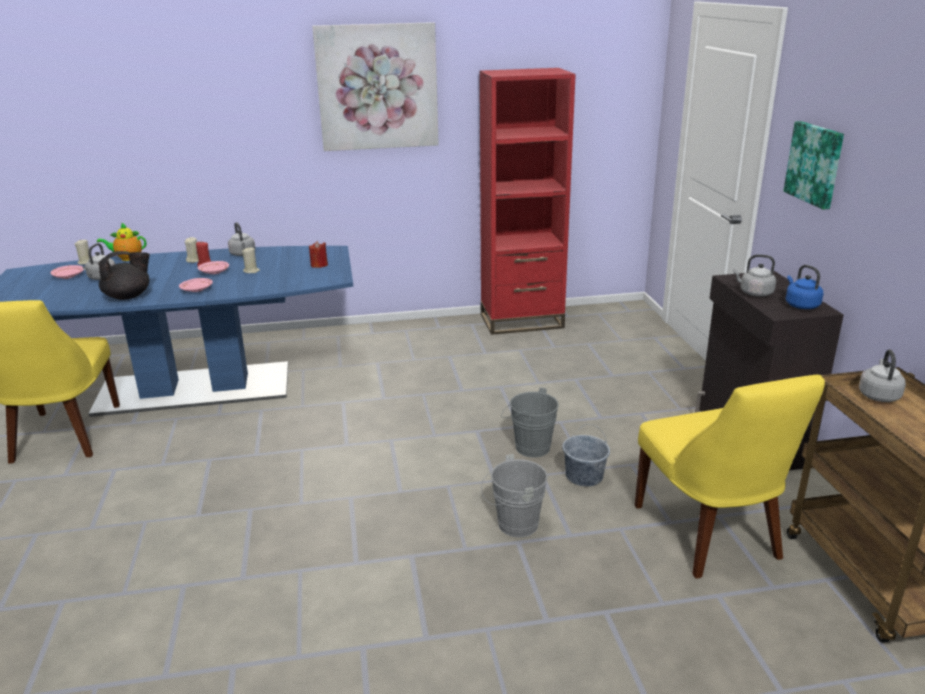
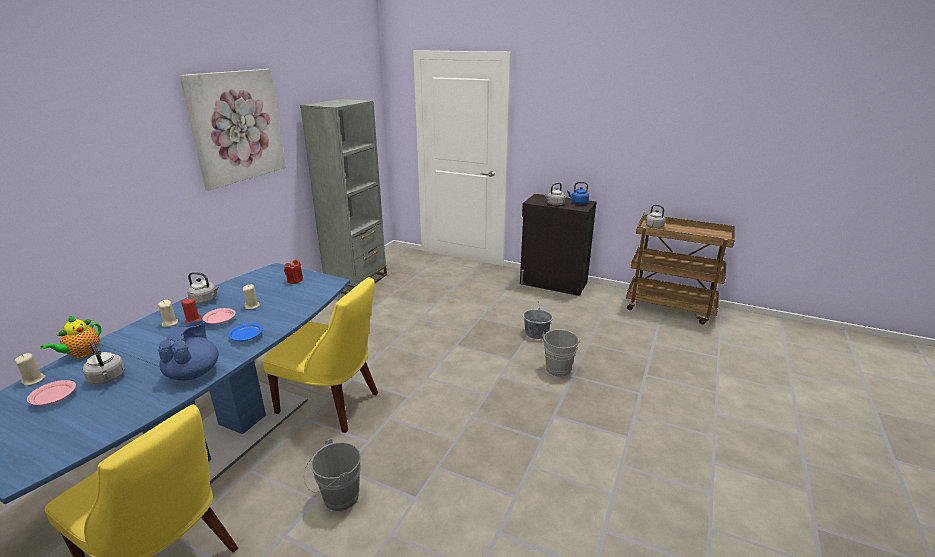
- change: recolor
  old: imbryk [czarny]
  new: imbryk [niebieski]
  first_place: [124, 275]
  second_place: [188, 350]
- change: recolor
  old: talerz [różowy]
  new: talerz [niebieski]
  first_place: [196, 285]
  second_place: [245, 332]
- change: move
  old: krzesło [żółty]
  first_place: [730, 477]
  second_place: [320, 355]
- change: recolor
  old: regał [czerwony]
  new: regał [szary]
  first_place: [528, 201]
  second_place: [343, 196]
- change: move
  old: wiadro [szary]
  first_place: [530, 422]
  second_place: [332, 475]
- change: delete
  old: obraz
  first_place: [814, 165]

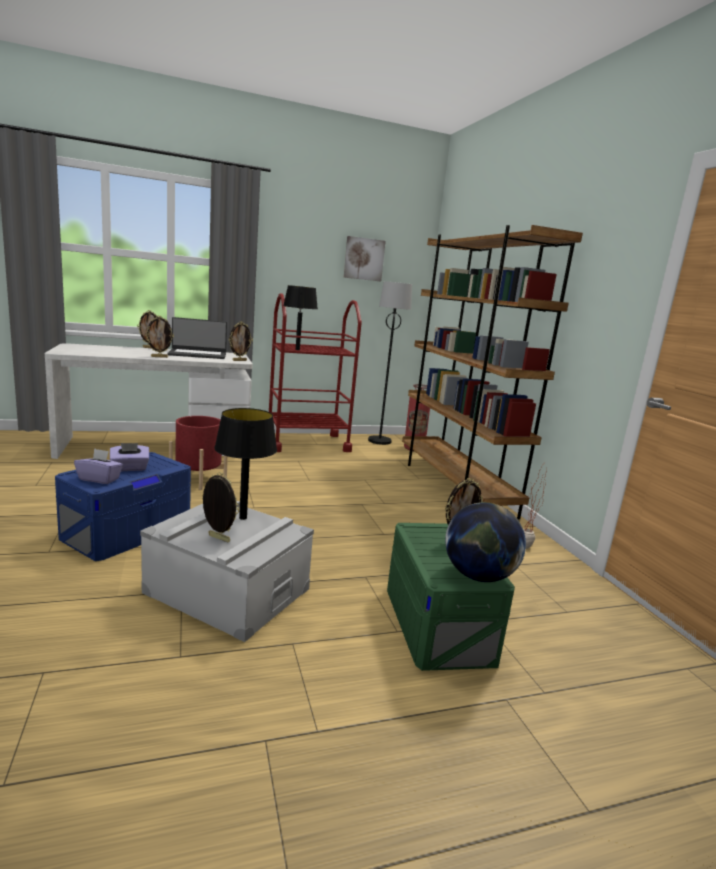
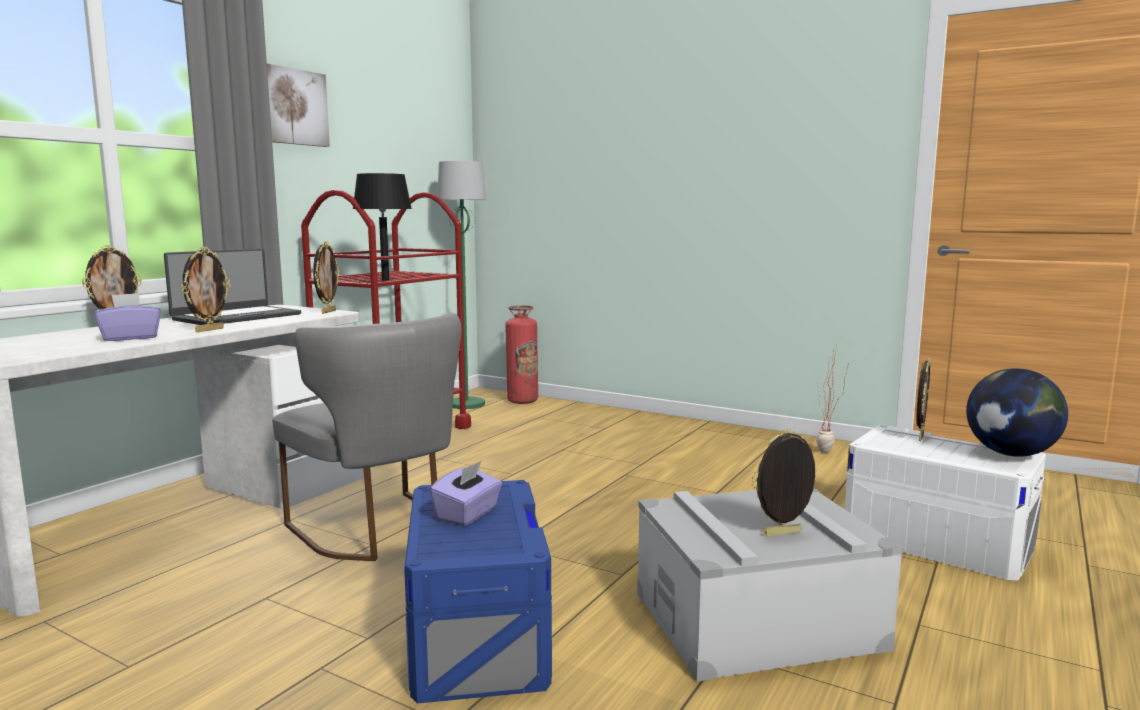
- change: move
  old: pudełko chusteczek [fioletowy]
  first_place: [98, 466]
  second_place: [127, 317]
- change: move
  old: obraz
  first_place: [365, 258]
  second_place: [298, 105]
- change: replace
  old: donica [czerwony]
  new: krzesło [szary]
  first_place: [198, 453]
  second_place: [366, 436]
- change: recolor
  old: lampa stojąca [czarny]
  new: lampa stojąca [zielony]
  first_place: [390, 363]
  second_place: [461, 285]
- change: recolor
  old: pojemnik do przechowywania [zielony]
  new: pojemnik do przechowywania [biały]
  first_place: [451, 597]
  second_place: [945, 503]
- change: delete
  old: lampa stołowa [czarny]
  first_place: [245, 464]
- change: delete
  old: regał [brązowy]
  first_place: [492, 372]

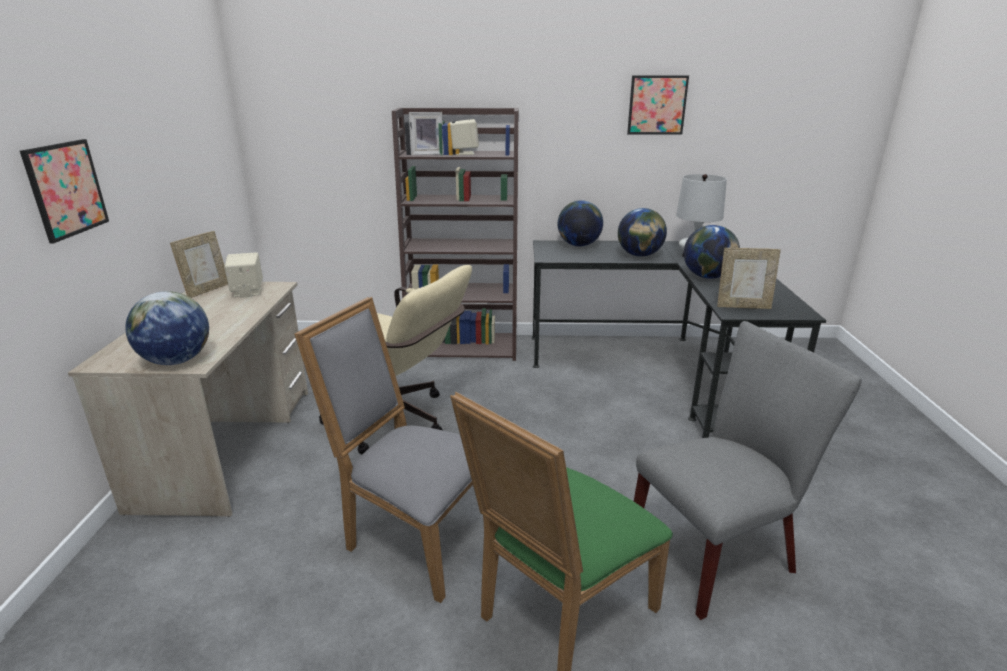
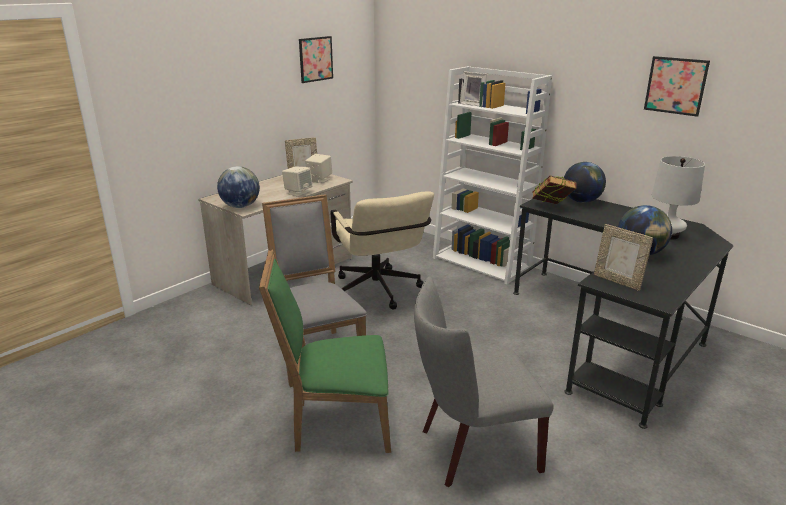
- change: move
  old: głośnik [beżowy]
  first_place: [464, 137]
  second_place: [297, 181]
- change: move
  old: obraz
  first_place: [64, 191]
  second_place: [316, 59]
- change: rotate
  old: krzesło [szary]
  first_place: [748, 470]
  second_place: [484, 382]
  degrees: 150
- change: recolor
  old: regał [brązowy]
  new: regał [biały]
  first_place: [455, 234]
  second_place: [492, 175]
- change: insert
  new: książka
  second_place: [554, 190]
- change: delete
  old: globus
  first_place: [642, 232]

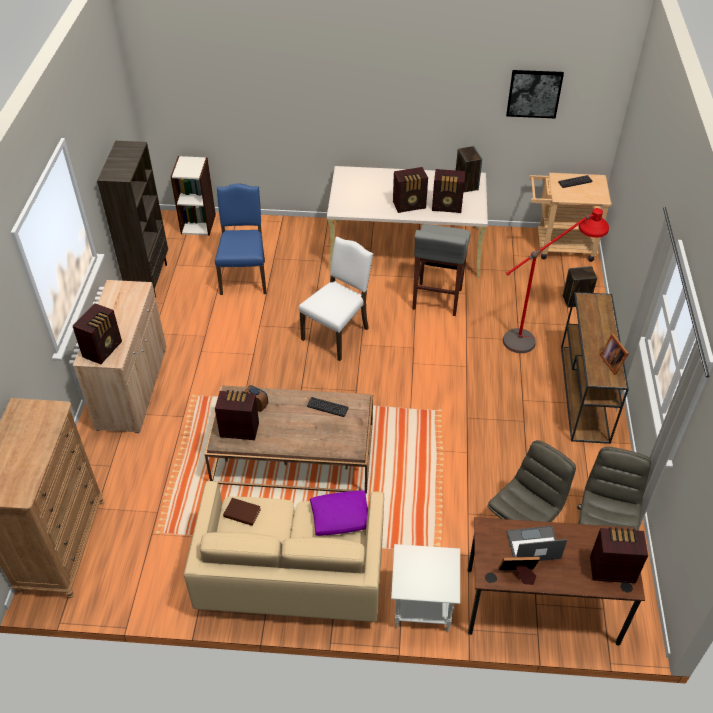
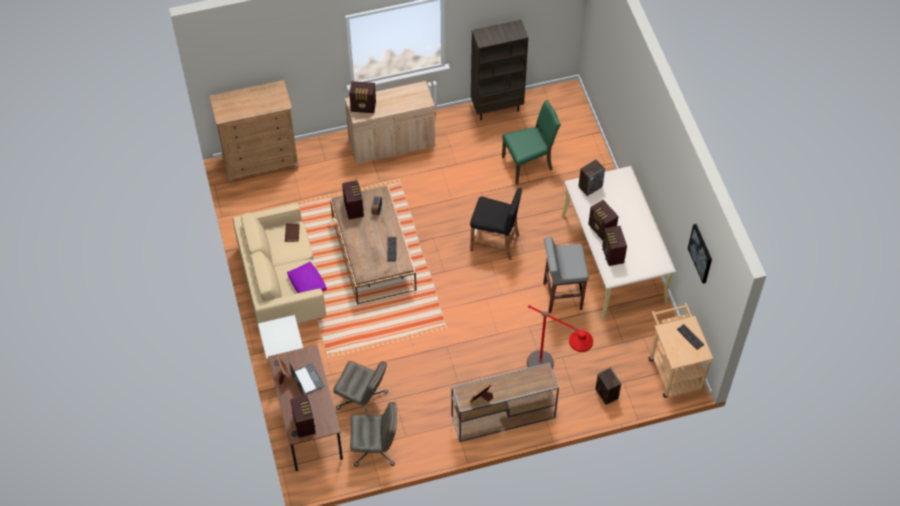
- change: replace
  old: krzesło [biały]
  new: stołek [czarny]
  first_place: [336, 299]
  second_place: [496, 224]
- change: recolor
  old: krzesło [niebieski]
  new: krzesło [zielony]
  first_place: [241, 239]
  second_place: [531, 142]
- change: move
  old: głośnik
  first_place: [469, 169]
  second_place: [591, 177]
- change: delete
  old: regał
  first_place: [193, 196]

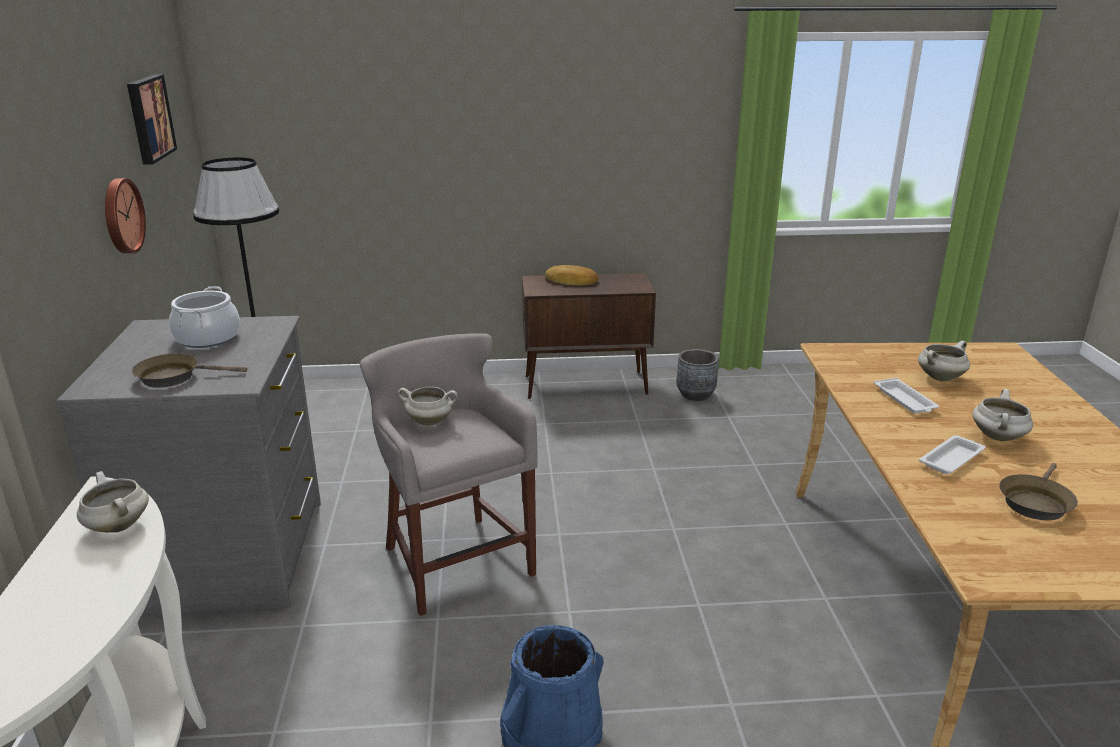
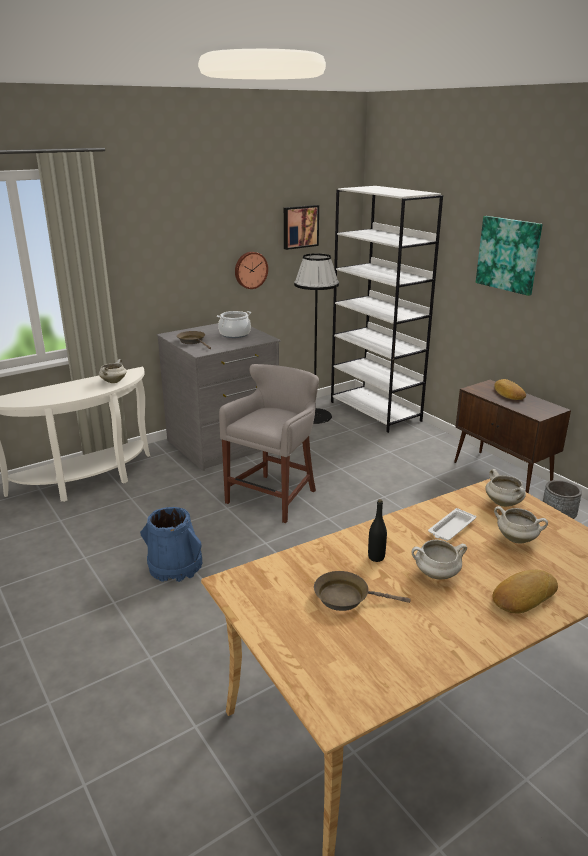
- change: insert
  new: regał [biały]
  second_place: [387, 309]
- change: replace
  old: taca [biały]
  new: butelka [czarny]
  first_place: [952, 454]
  second_place: [377, 530]
- change: insert
  new: obraz
  second_place: [509, 256]
- change: move
  old: garnek [biały]
  first_place: [428, 406]
  second_place: [505, 488]
- change: insert
  new: chleb
  second_place: [525, 592]

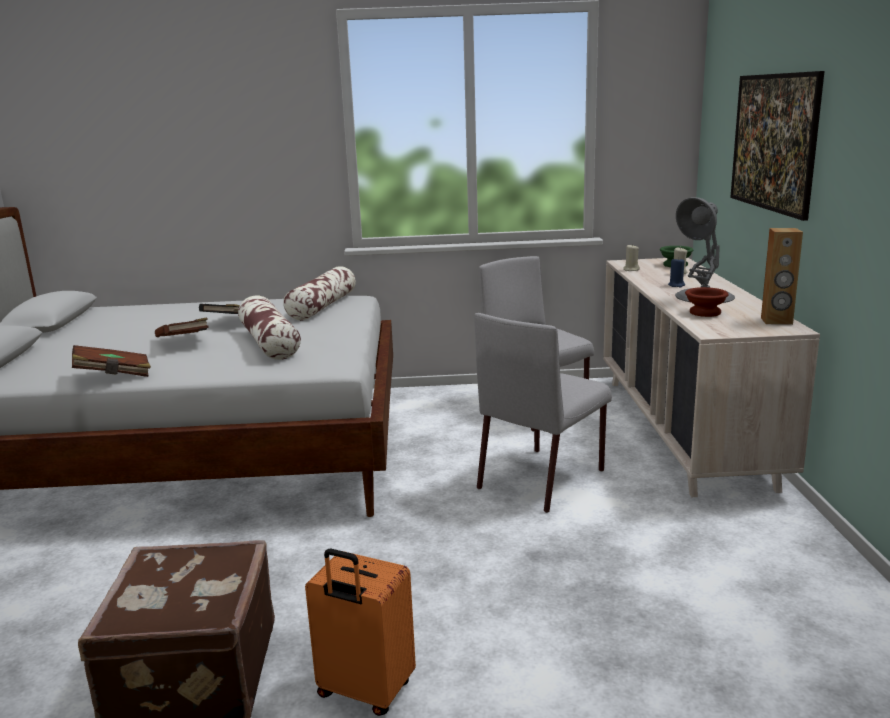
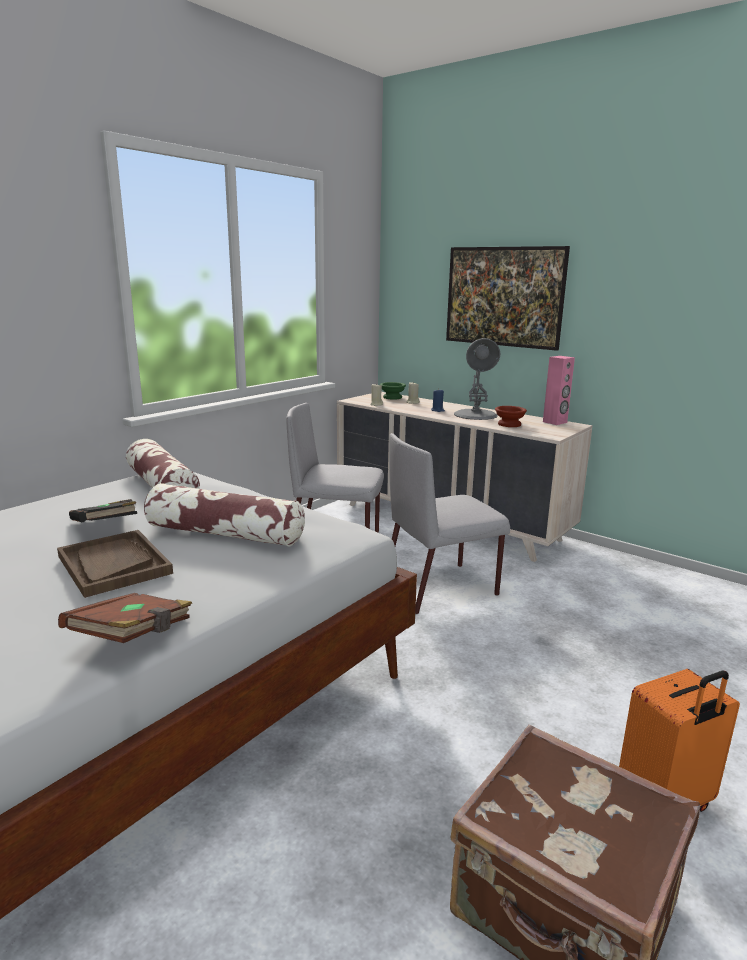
- change: replace
  old: książka [brązowy]
  new: taca [brązowy]
  first_place: [182, 327]
  second_place: [115, 564]
- change: rotate
  old: krzesło [szary]
  first_place: [543, 413]
  second_place: [449, 523]
  degrees: 75
- change: recolor
  old: głośnik [brązowy]
  new: głośnik [różowy]
  first_place: [782, 276]
  second_place: [559, 390]

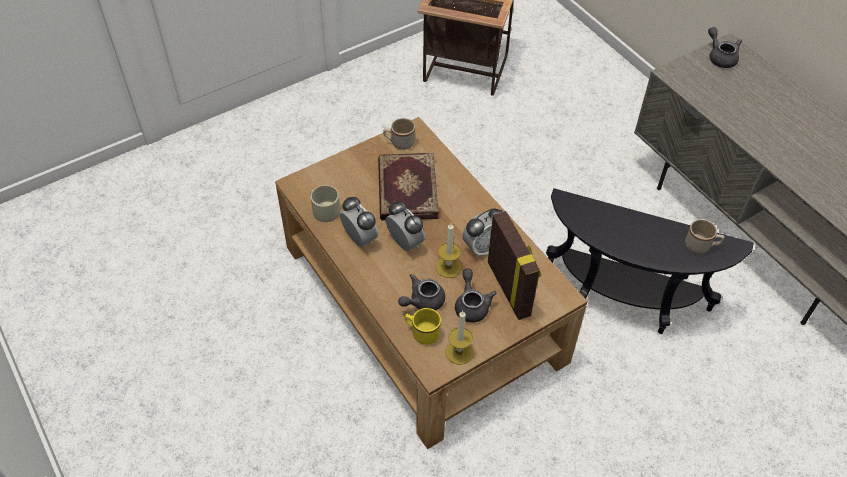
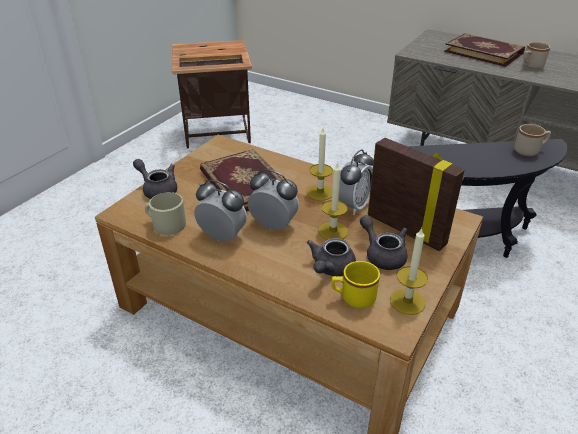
- change: move
  old: imbryk [szary]
  first_place: [725, 47]
  second_place: [155, 179]
- change: insert
  new: świeca
  second_place: [320, 164]
- change: insert
  new: książka
  second_place: [484, 50]
- change: move
  old: kubek [beżowy]
  first_place: [399, 134]
  second_place: [536, 55]

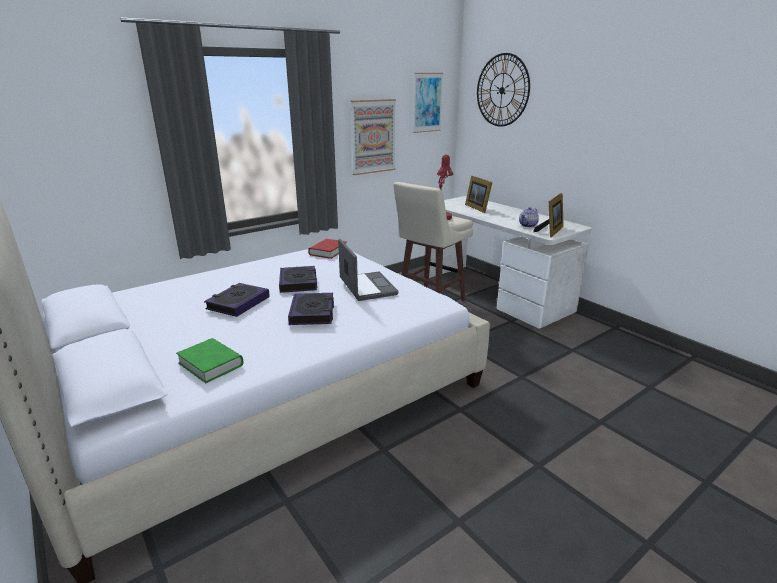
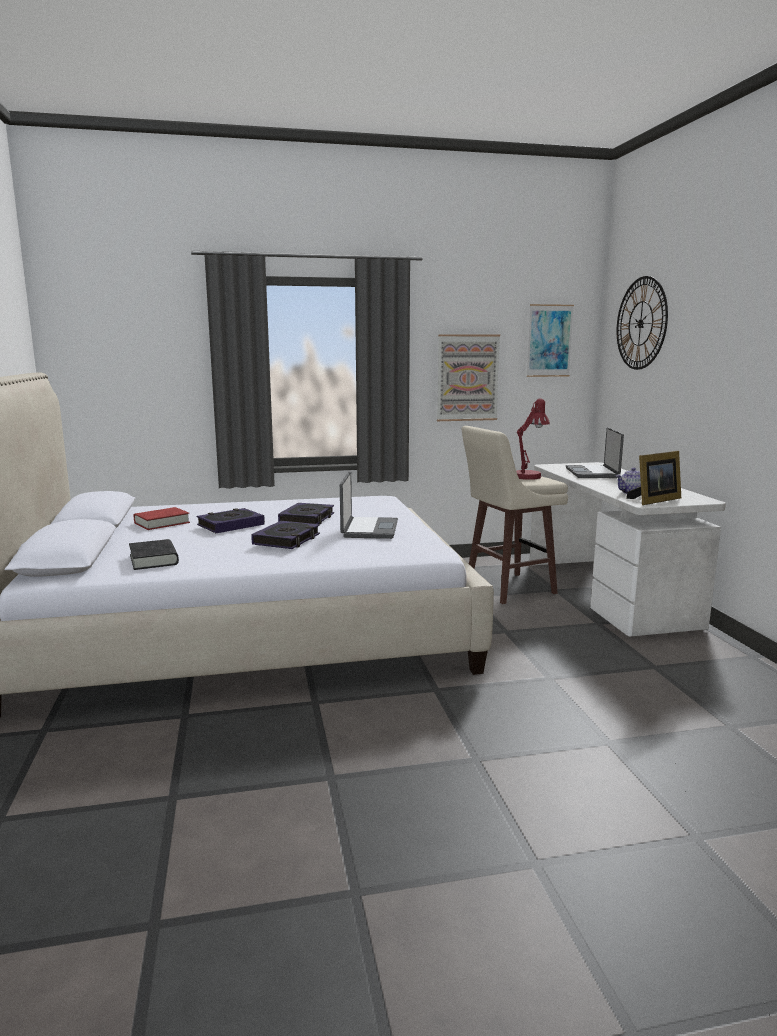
- change: recolor
  old: książka [zielony]
  new: książka [czarny]
  first_place: [209, 360]
  second_place: [154, 554]
- change: move
  old: książka [czerwony]
  first_place: [327, 249]
  second_place: [162, 518]
- change: replace
  old: ramka na zdjęcie
  new: laptop
  first_place: [478, 194]
  second_place: [595, 452]

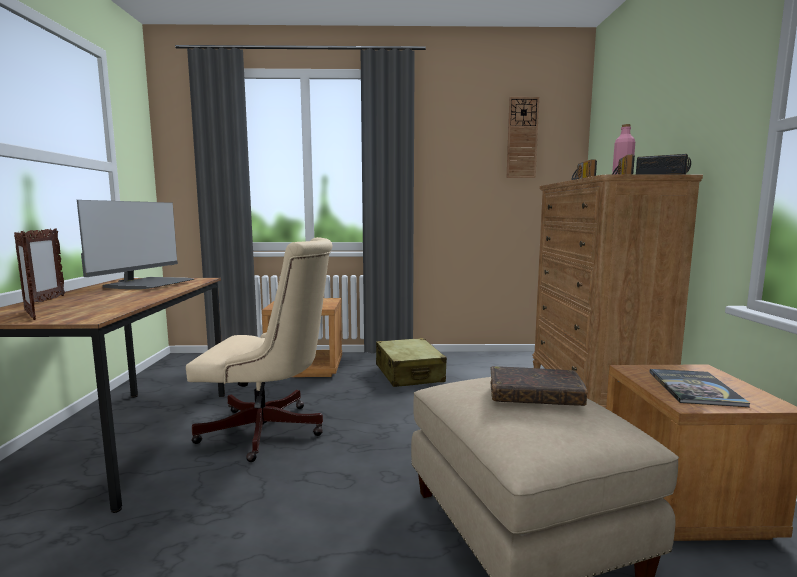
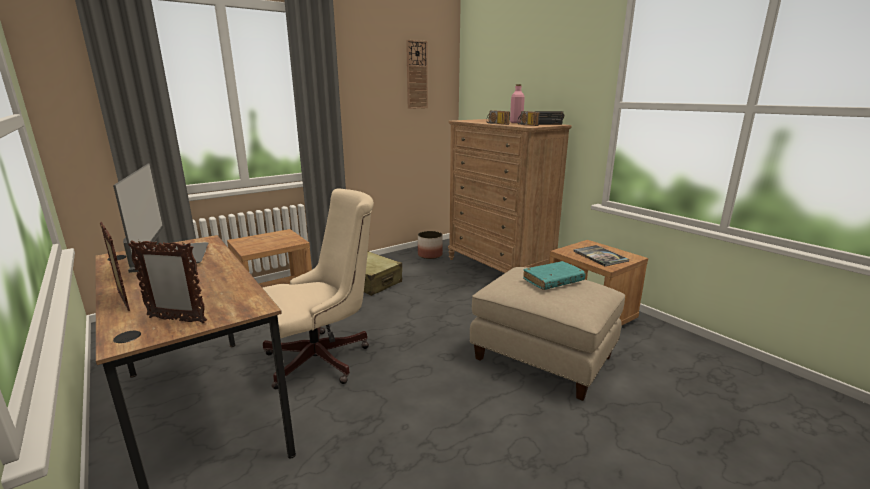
- change: insert
  new: donica
  second_place: [430, 245]
- change: recolor
  old: książka [brązowy]
  new: książka [turkusowy]
  first_place: [539, 386]
  second_place: [554, 275]

